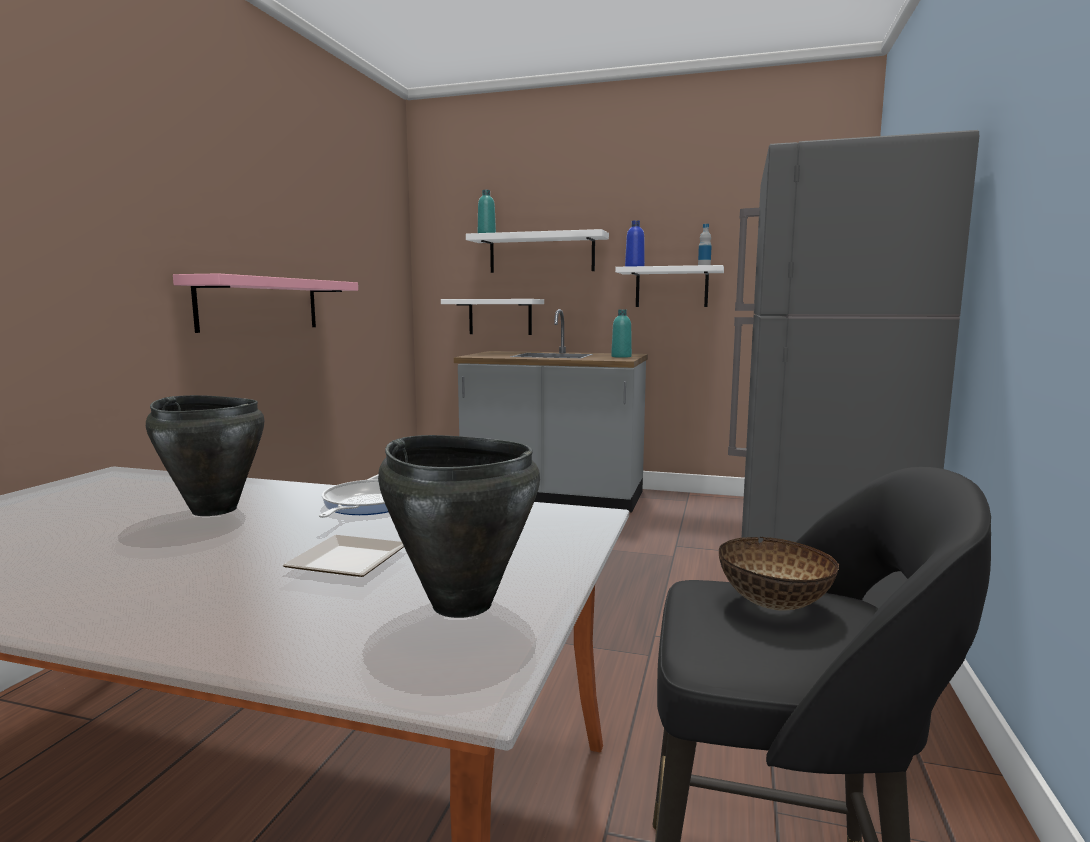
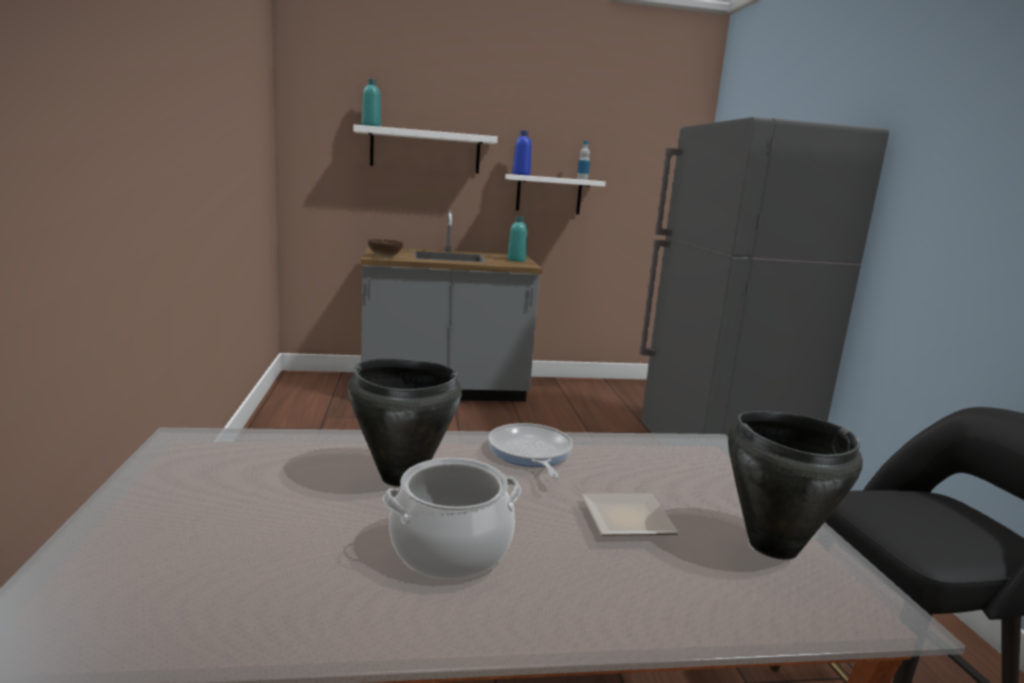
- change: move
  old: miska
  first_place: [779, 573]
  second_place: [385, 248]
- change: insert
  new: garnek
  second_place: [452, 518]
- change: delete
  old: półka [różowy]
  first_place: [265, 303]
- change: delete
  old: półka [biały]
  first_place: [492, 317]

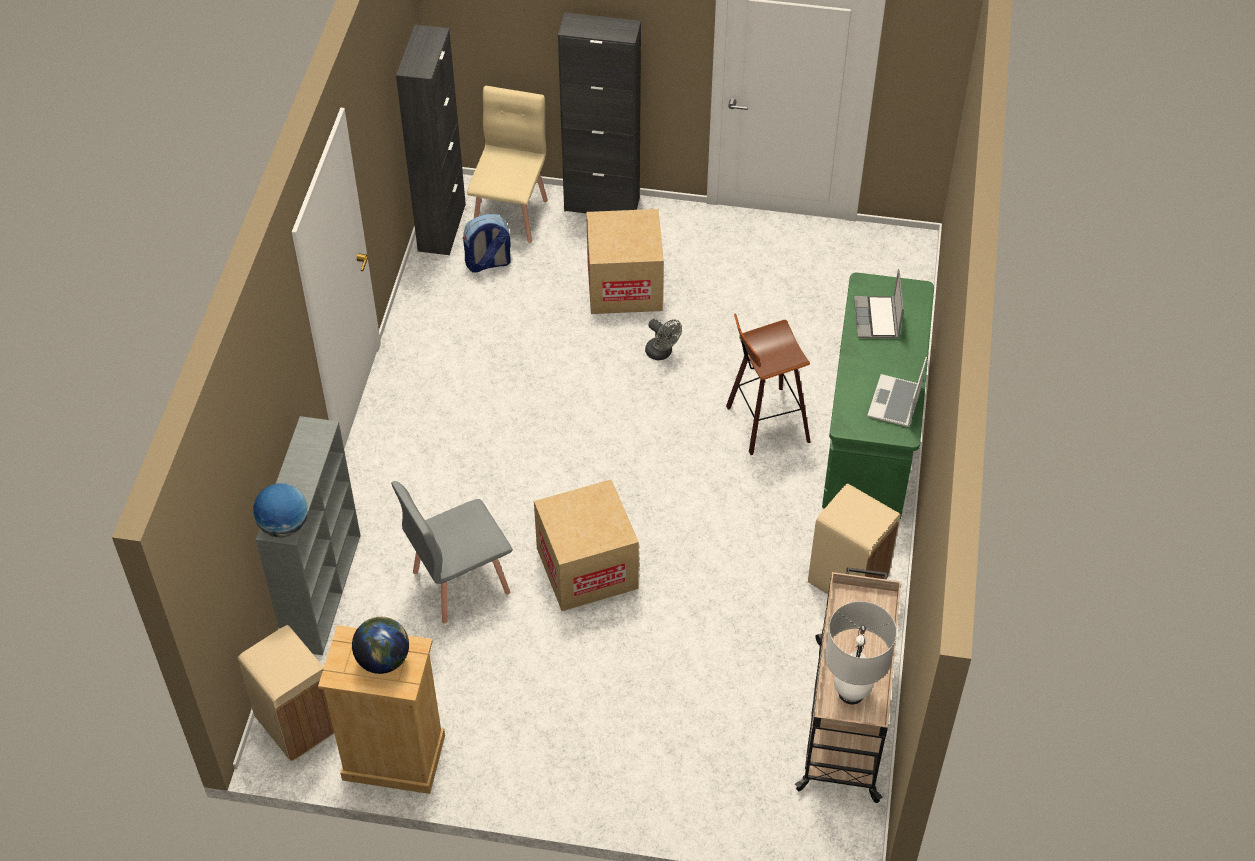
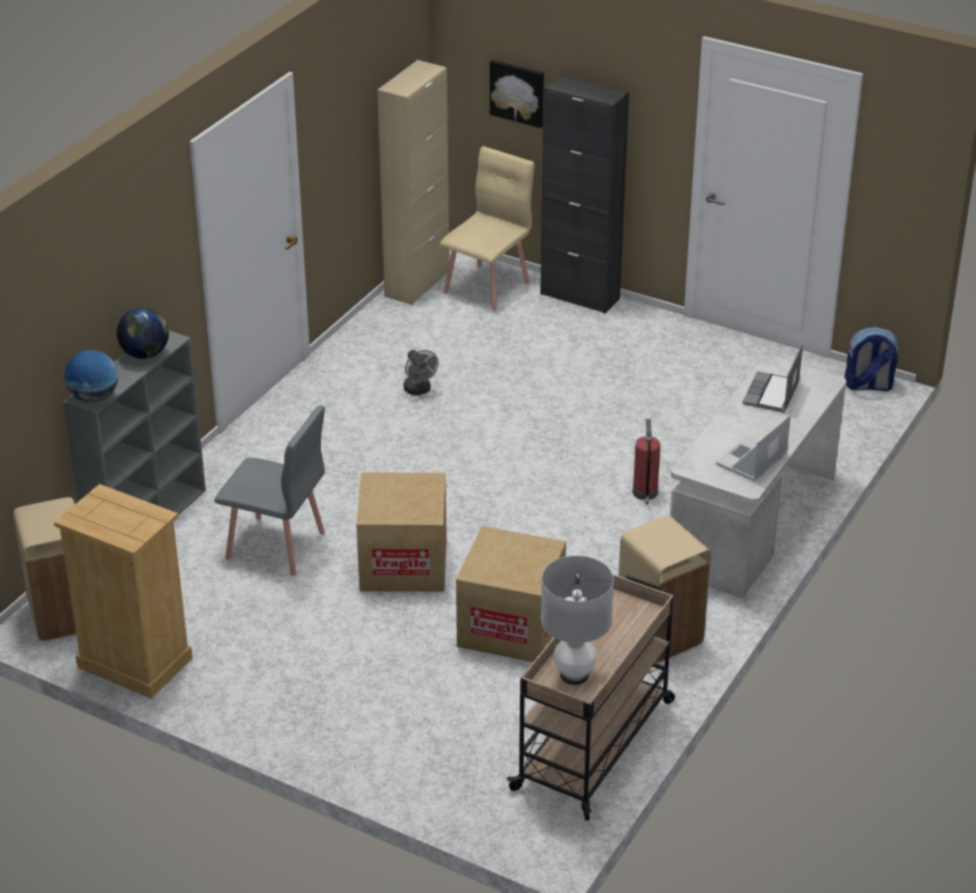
- change: move
  old: globus
  first_place: [380, 645]
  second_place: [143, 333]
- change: rotate
  old: krzesło [szary]
  first_place: [452, 552]
  second_place: [269, 490]
  degrees: -150
- change: recolor
  old: szafka [czarny]
  new: szafka [beżowy]
  first_place: [431, 139]
  second_place: [413, 182]
- change: move
  old: wentylator [szary]
  first_place: [663, 339]
  second_place: [421, 372]
- change: move
  old: karton
  first_place: [625, 261]
  second_place: [511, 594]
- change: insert
  new: obraz
  second_place: [517, 94]
- change: replace
  old: stołek
  new: gaśnica
  first_place: [768, 384]
  second_place: [646, 462]
- change: recolor
  old: biurko [zielony]
  new: biurko [biały]
  first_place: [878, 395]
  second_place: [758, 477]
- change: move
  old: plecak
  first_place: [487, 243]
  second_place: [871, 359]

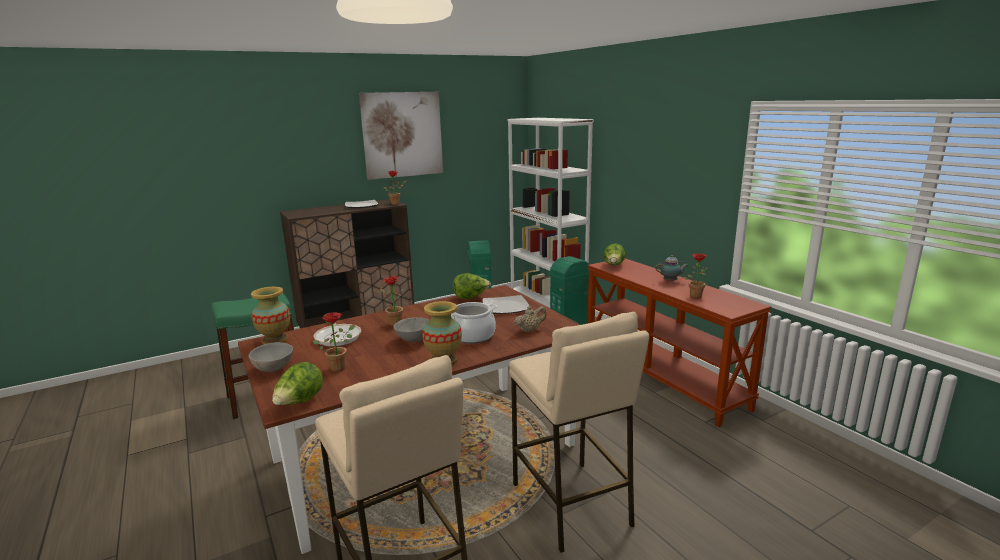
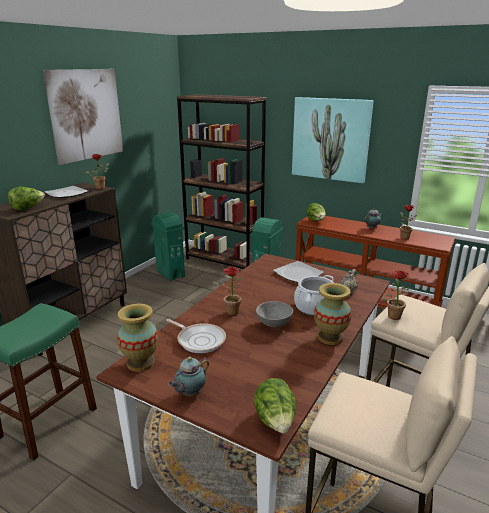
- change: move
  old: sałata
  first_place: [472, 286]
  second_place: [26, 198]
- change: replace
  old: miska [szary]
  new: imbryk
  first_place: [270, 357]
  second_place: [188, 376]
- change: recolor
  old: regał [biały]
  new: regał [brązowy]
  first_place: [550, 213]
  second_place: [222, 181]
- change: insert
  new: obraz
  second_place: [333, 140]
- change: move
  old: roślina doniczkowa
  first_place: [334, 342]
  second_place: [396, 295]

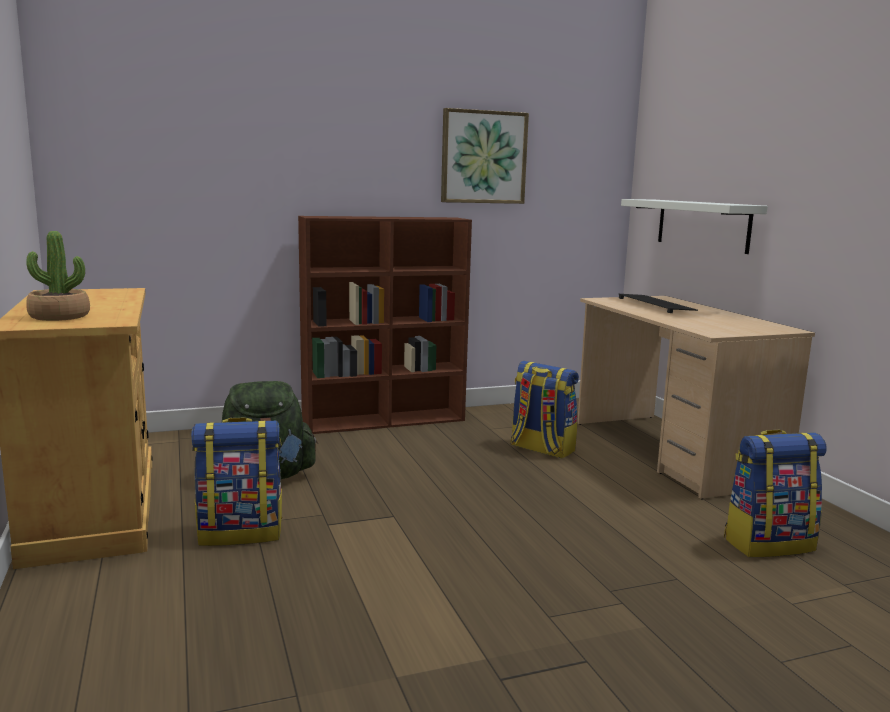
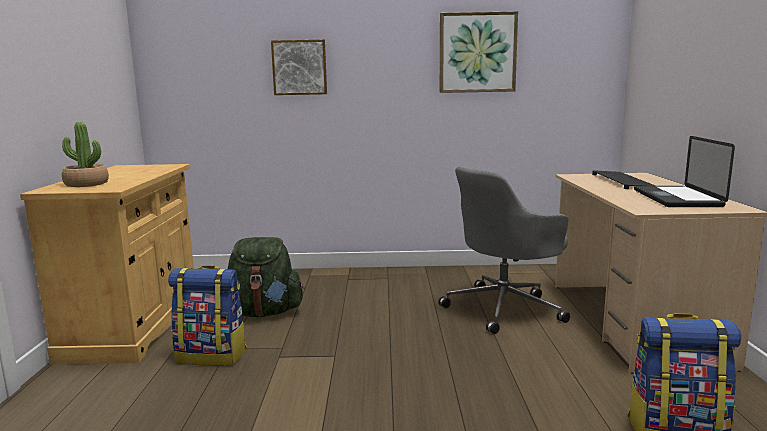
- change: insert
  new: obraz
  second_place: [299, 67]
- change: replace
  old: plecak
  new: krzesło biurowe [szary]
  first_place: [544, 410]
  second_place: [504, 250]
- change: insert
  new: laptop
  second_place: [684, 171]
- change: delete
  old: regał [brązowy]
  first_place: [385, 325]
- change: delete
  old: półka [biały]
  first_place: [694, 226]

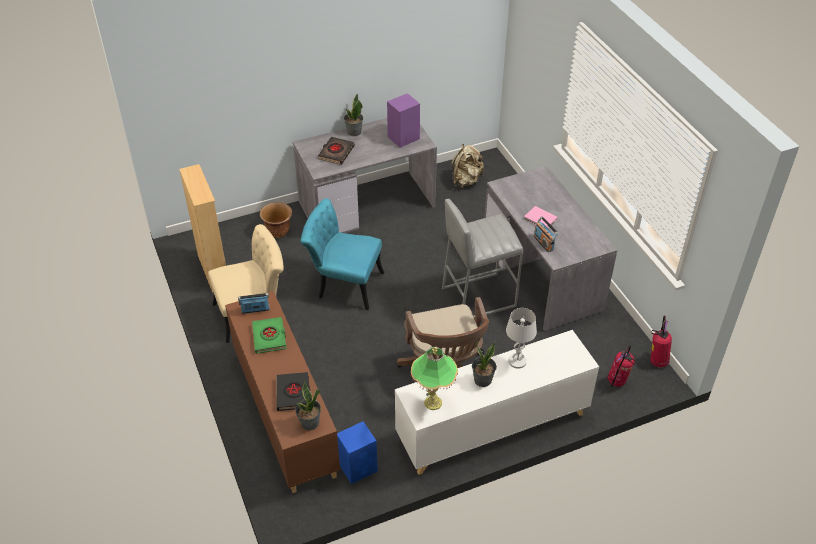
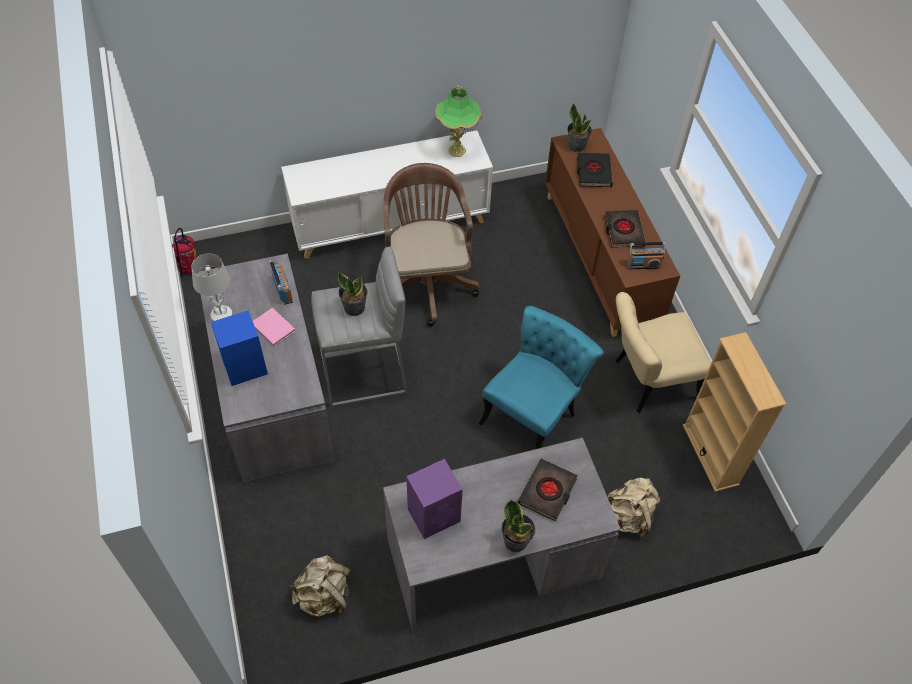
- change: move
  old: lampa stołowa [biały]
  first_place: [521, 338]
  second_place: [212, 287]
- change: move
  old: głośnik [niebieski]
  first_place: [357, 452]
  second_place: [239, 348]
- change: move
  old: roślina doniczkowa
  first_place: [484, 364]
  second_place: [352, 294]
- change: rotate
  old: krzesło [turkusowy]
  first_place: [342, 254]
  second_place: [541, 377]
  degrees: -75
- change: recolor
  old: książka [zielony]
  new: książka [czarny]
  first_place: [269, 335]
  second_place: [625, 229]
- change: replace
  old: donica [brązowy]
  new: plecak [beżowy]
  first_place: [276, 220]
  second_place: [634, 508]
- change: delete
  old: gaśnica
  first_place: [622, 365]

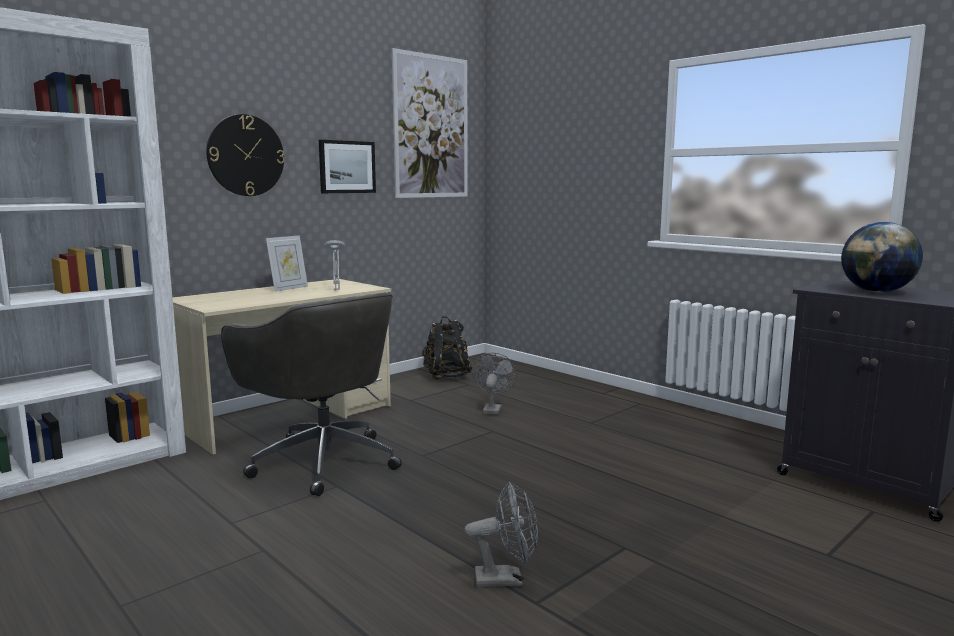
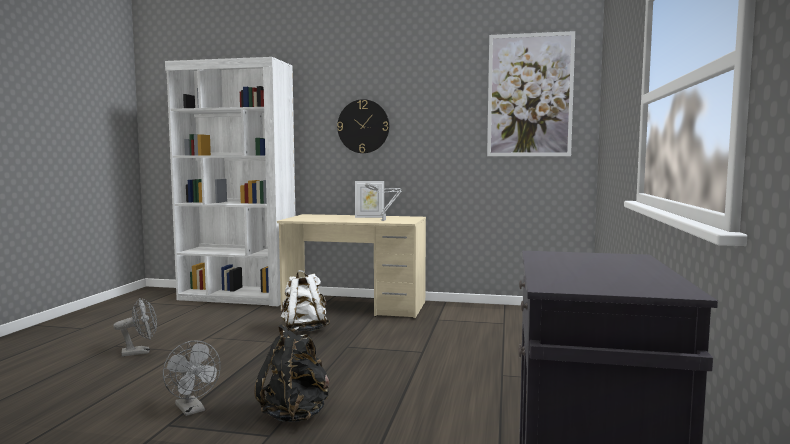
- change: move
  old: wentylator [szary]
  first_place: [494, 384]
  second_place: [135, 327]
- change: move
  old: plecak [czarny]
  first_place: [448, 348]
  second_place: [292, 373]
- change: replace
  old: krzesło biurowe [szary]
  new: plecak [biały]
  first_place: [311, 394]
  second_place: [305, 301]
- change: delete
  old: obraz
  first_place: [347, 166]
- change: delete
  old: globus
  first_place: [882, 257]

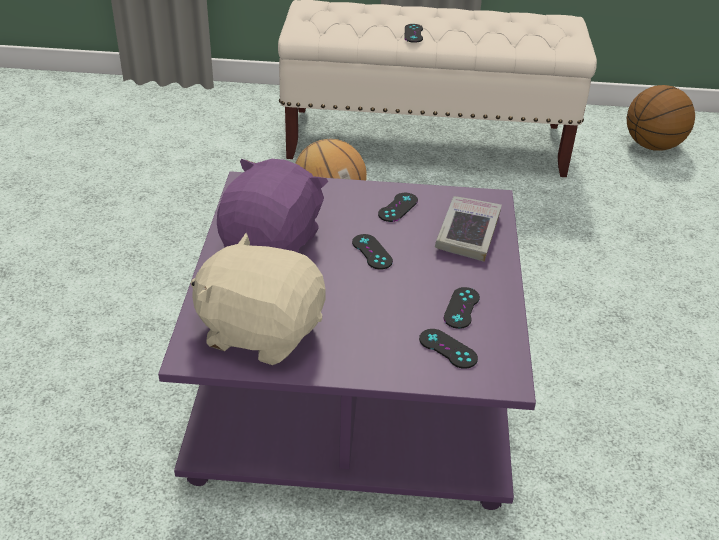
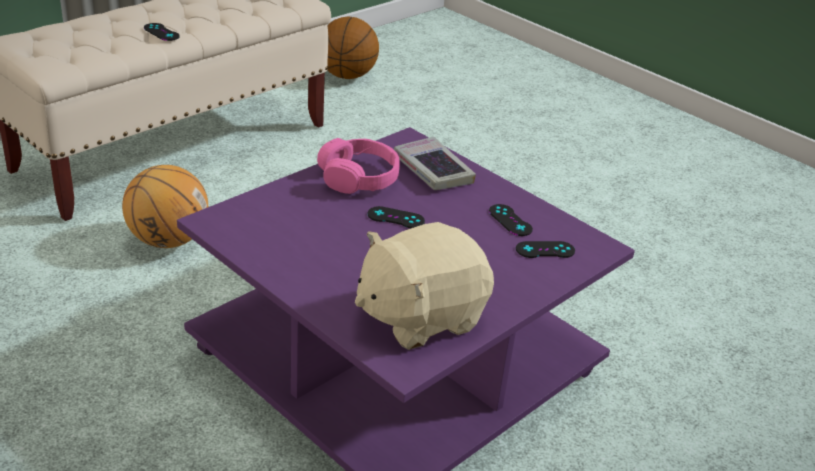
- change: replace
  old: pad do gier [czarny]
  new: słuchawki [różowy]
  first_place: [398, 207]
  second_place: [358, 166]
- change: delete
  old: pluszak [fioletowy]
  first_place: [272, 206]

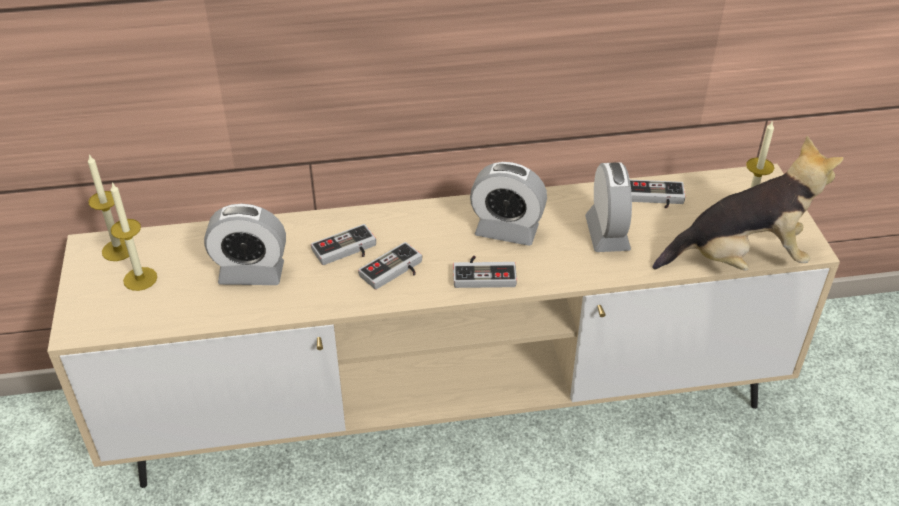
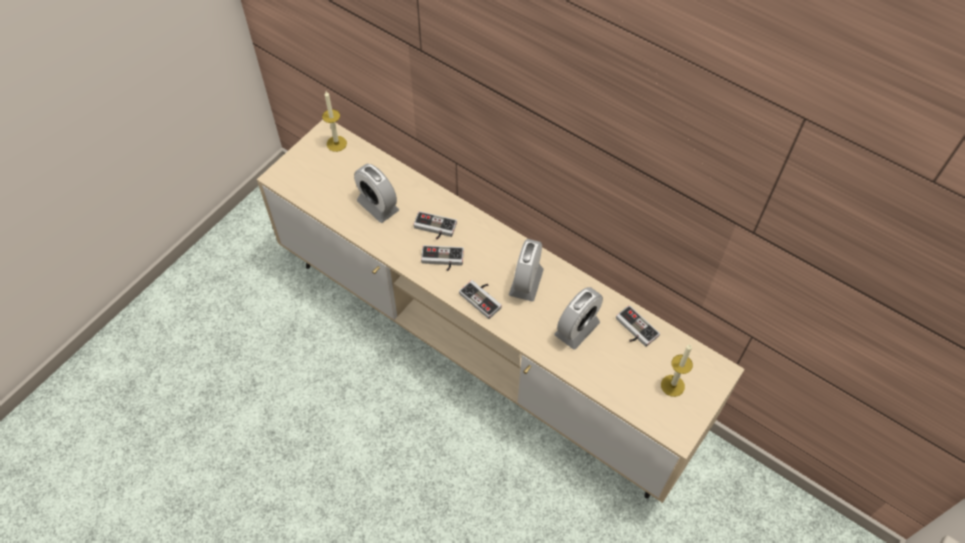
- change: rotate
  old: budzik
  first_place: [508, 204]
  second_place: [526, 270]
  degrees: 45
- change: delete
  old: świeca
  first_place: [133, 236]
- change: delete
  old: pluszak
  first_place: [748, 203]

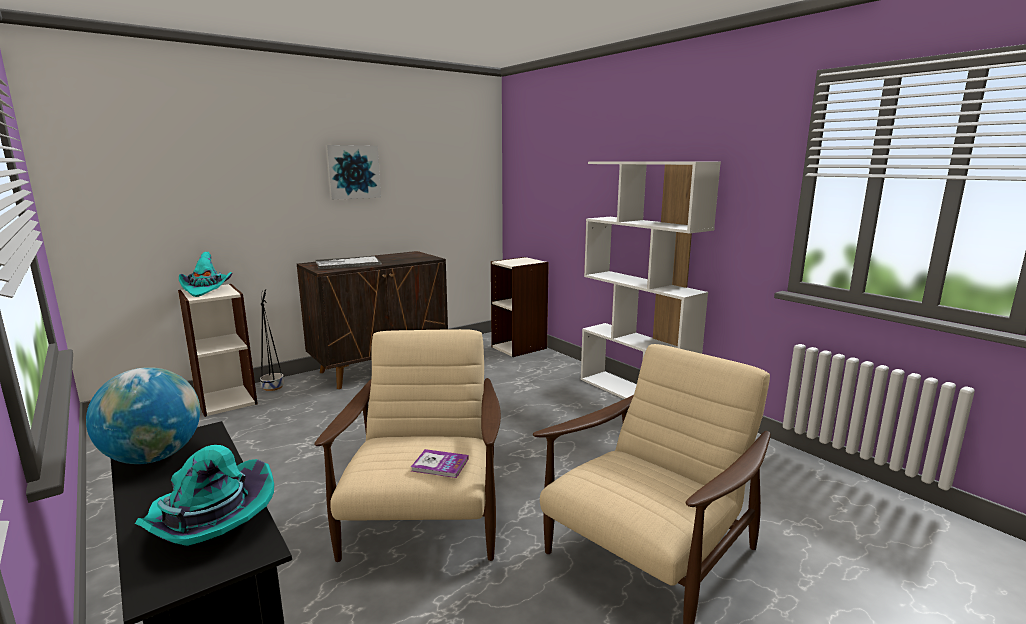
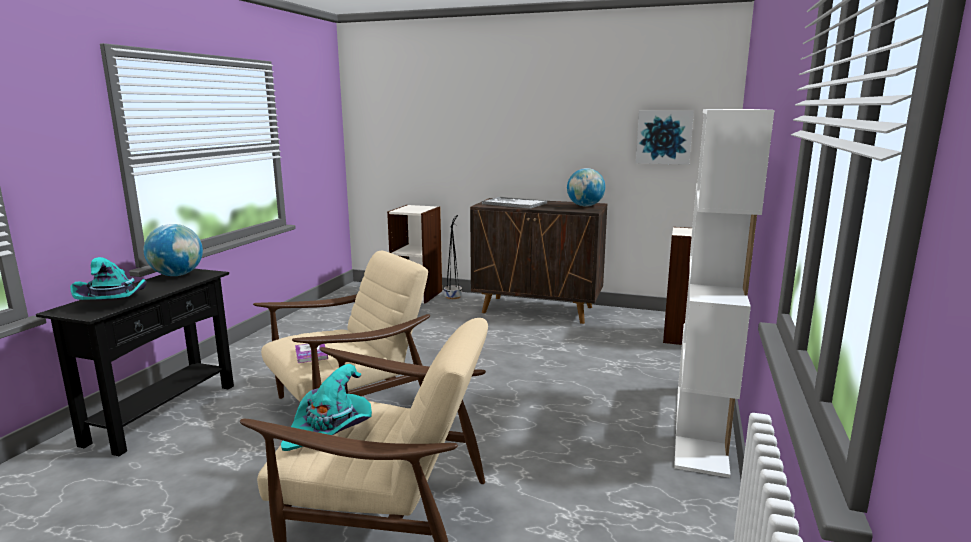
- change: move
  old: kapelusz [turkusowy]
  first_place: [205, 274]
  second_place: [326, 407]
- change: insert
  new: globus
  second_place: [586, 187]
- change: move
  old: obraz
  first_place: [353, 172]
  second_place: [665, 137]

